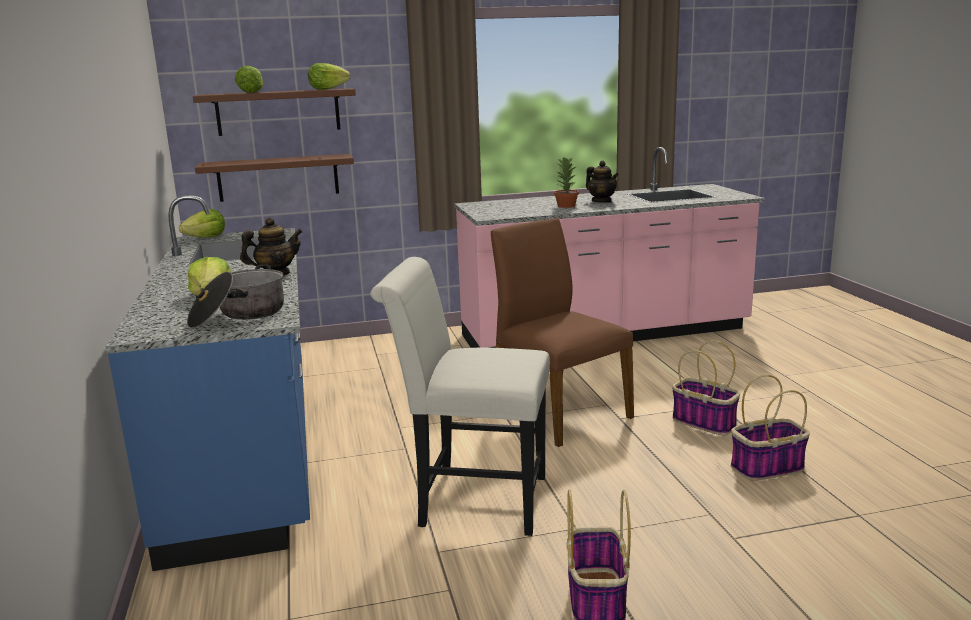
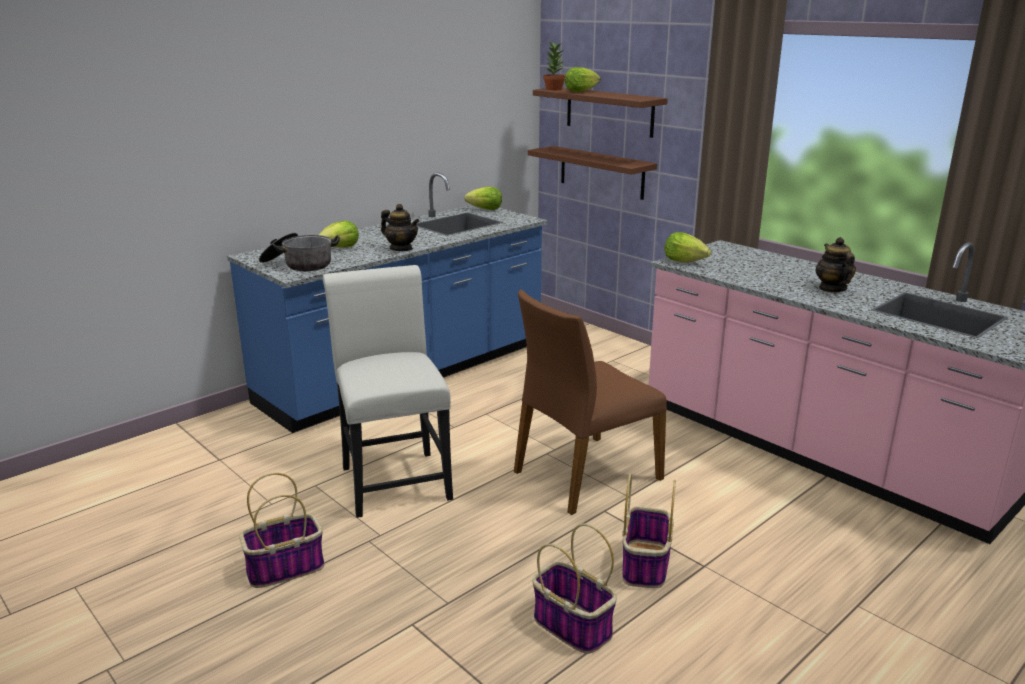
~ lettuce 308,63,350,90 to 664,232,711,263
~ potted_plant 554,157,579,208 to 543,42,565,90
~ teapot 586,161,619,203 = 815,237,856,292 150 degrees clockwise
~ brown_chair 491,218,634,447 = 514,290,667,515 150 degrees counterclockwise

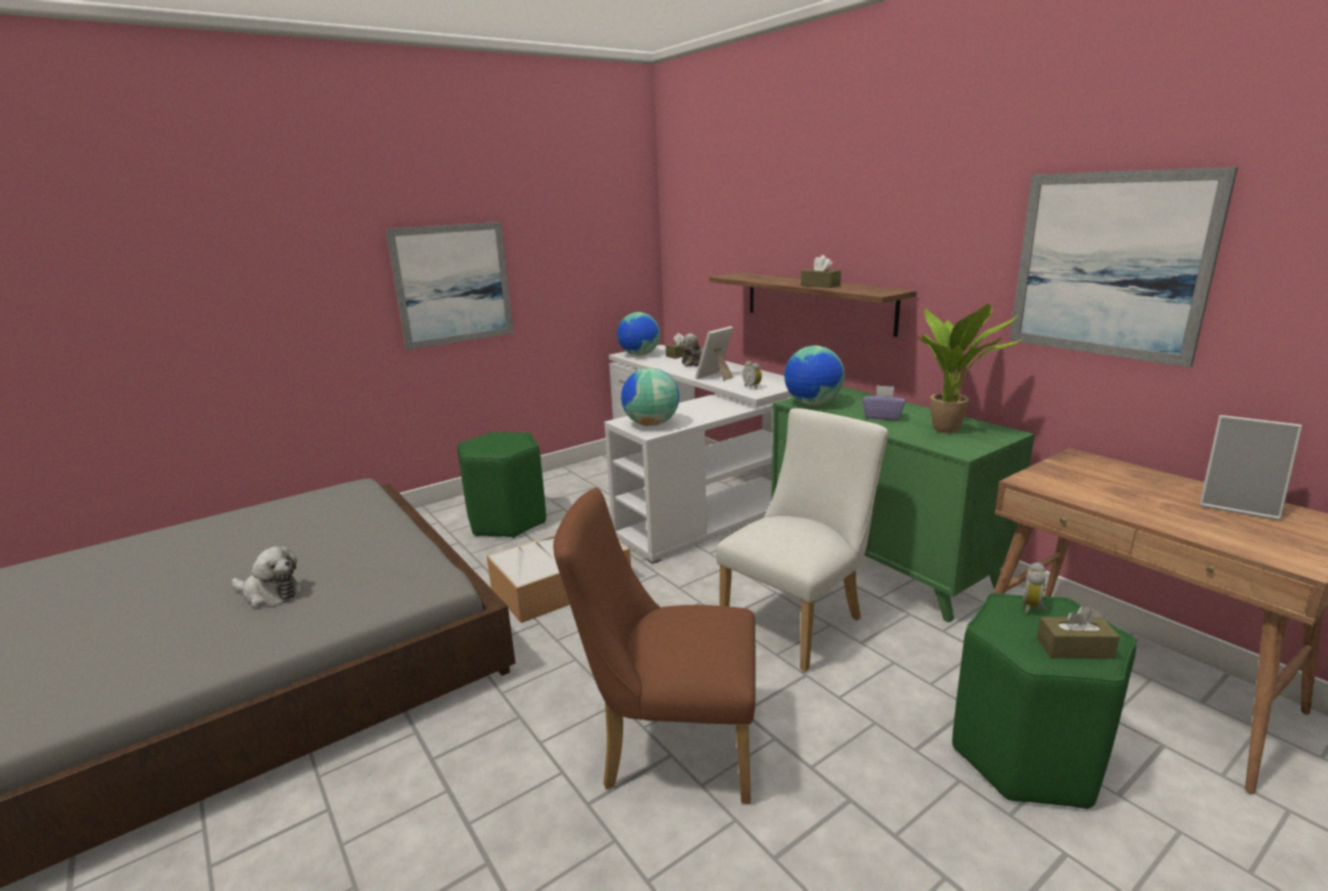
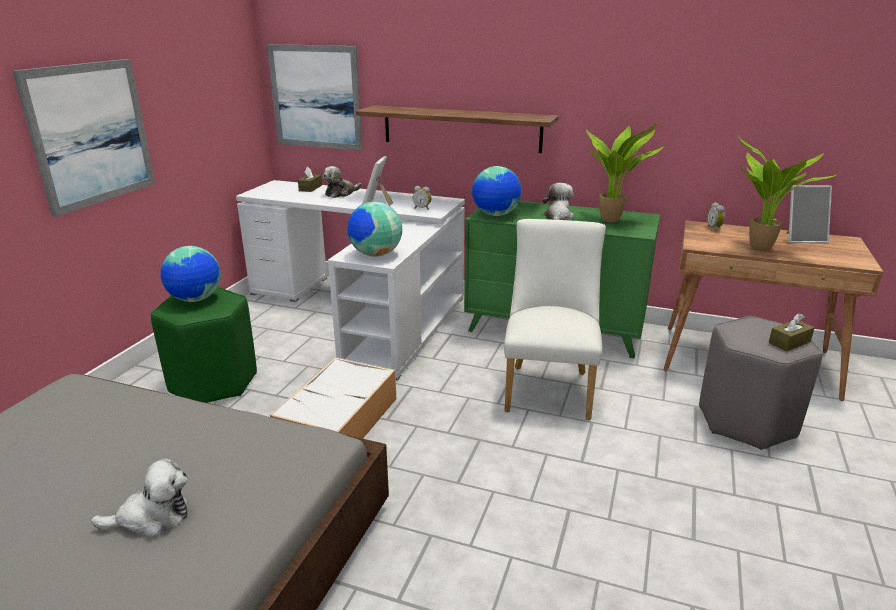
~ picture 1009,167,1238,368 to 267,44,363,151
- brown_tissue_box 801,255,841,288
~ globe 617,312,660,356 to 160,246,221,302
~ purple_tissue_box 862,385,905,420 to plush_toy 543,183,574,220
- brown_chair 553,488,756,804
~ alarm_clock 1023,562,1046,614 to 707,202,725,231
~ green_stool 952,593,1137,809 to grey_stool 699,316,823,450
+ potted_plant 738,136,836,251

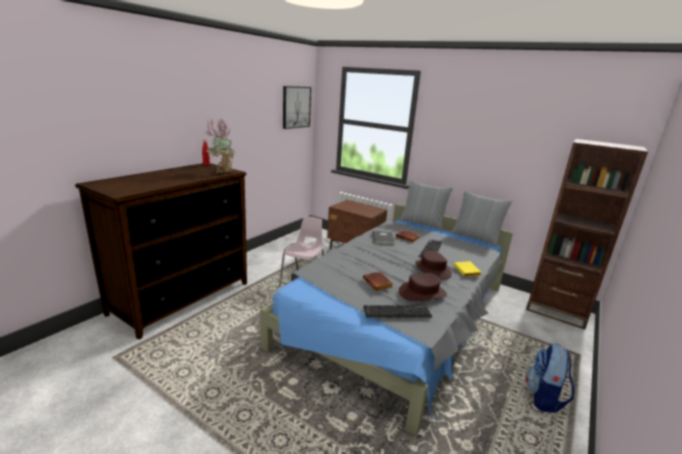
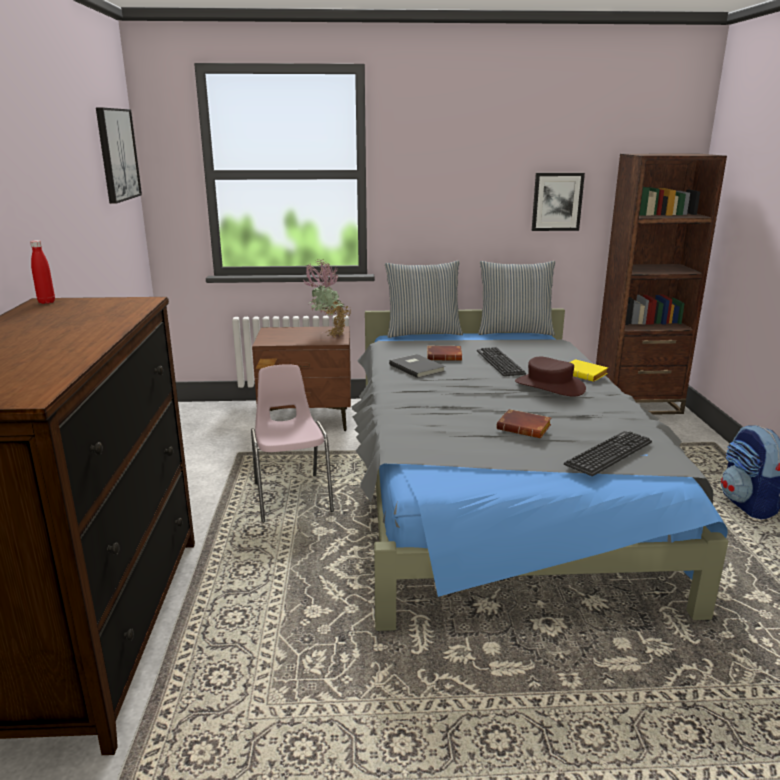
~ potted_plant 205,119,235,174 to 302,259,351,337
- brown_hat 399,273,447,301
+ picture 532,173,585,231

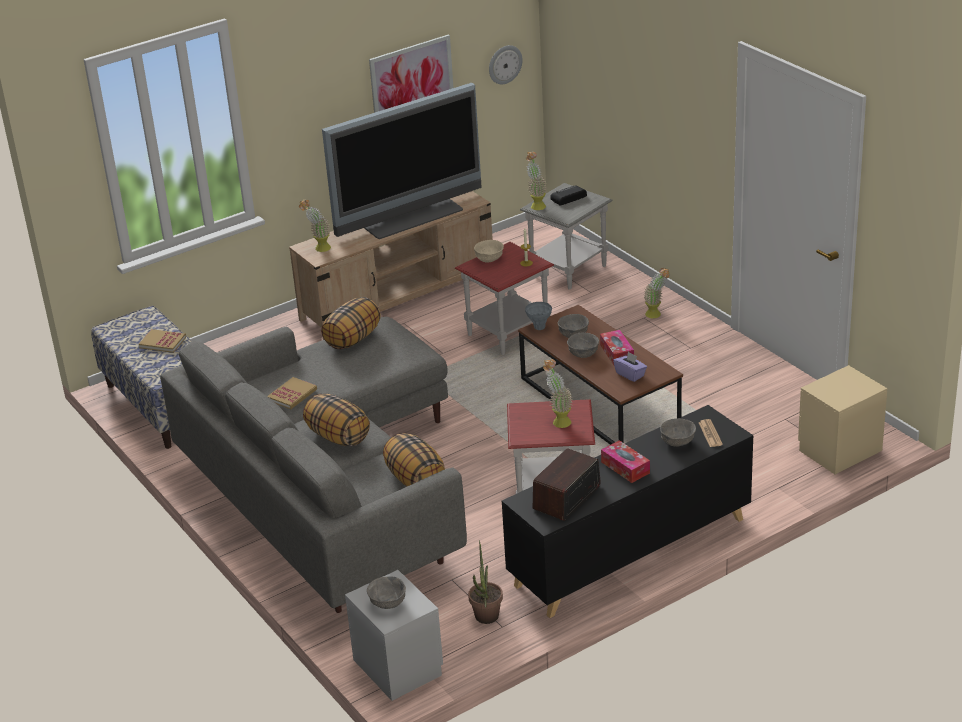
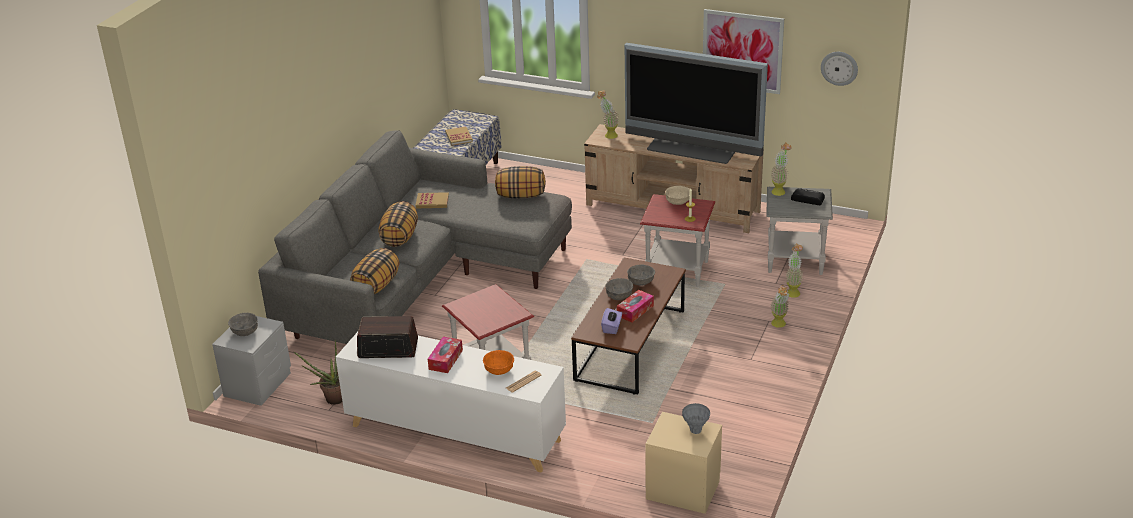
~ grey_vase 525,302,552,330 to 682,403,710,434
~ potted_plant 543,359,573,428 to 785,243,804,298
~ black_cabinet 502,405,753,618 to white_cabinet 336,332,566,473
~ grey_bowl 660,418,696,446 to orange_bowl 483,350,514,375

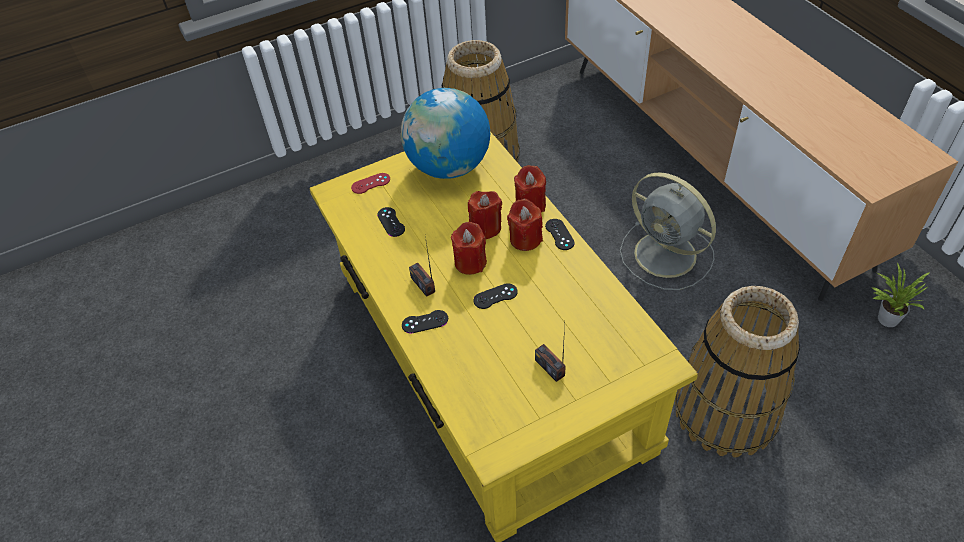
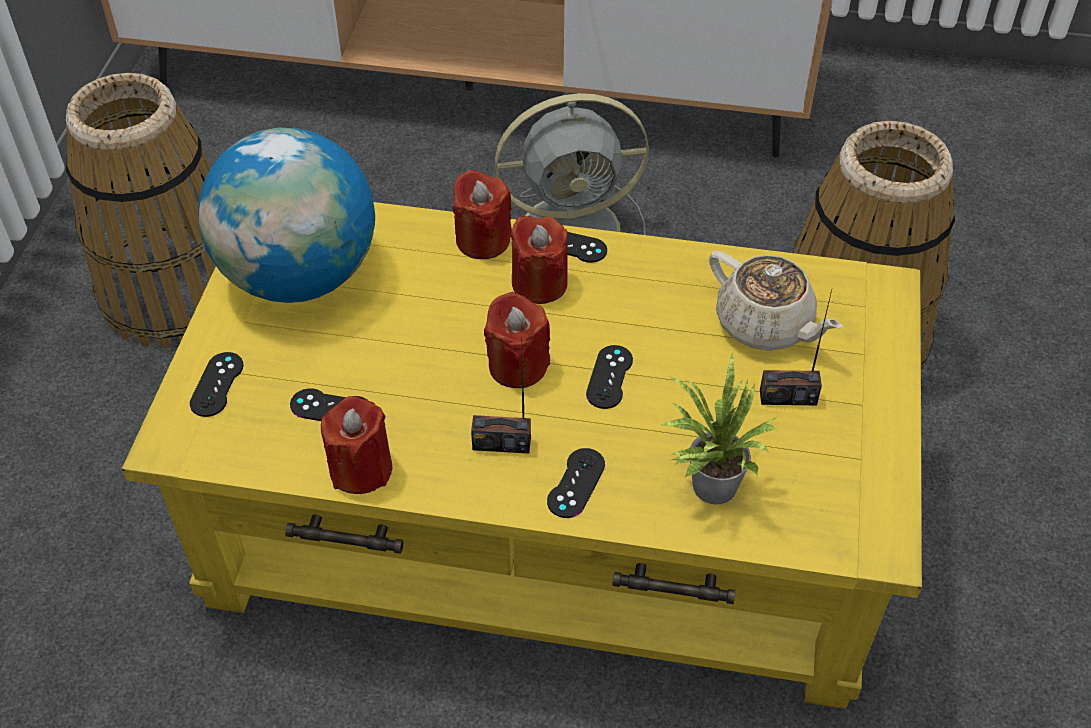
~ red_game_controller 351,173,390,194 to black_game_controller 190,352,244,417
~ red_candle 468,191,502,239 to 321,396,392,494
~ potted_plant 871,263,930,327 to 661,353,778,504
+ beige_teapot 709,250,843,351

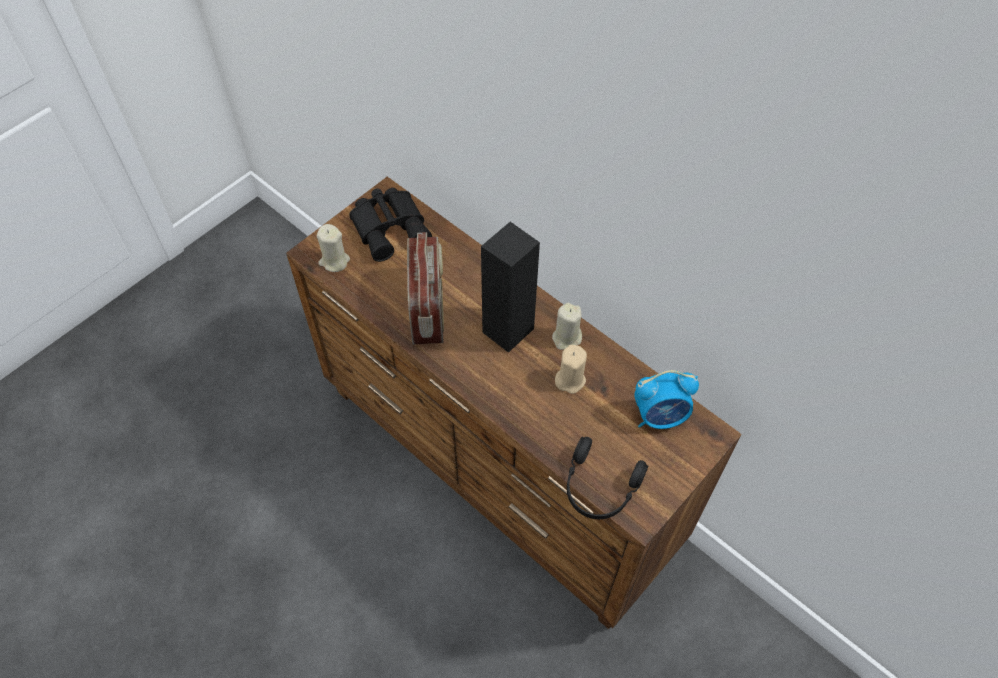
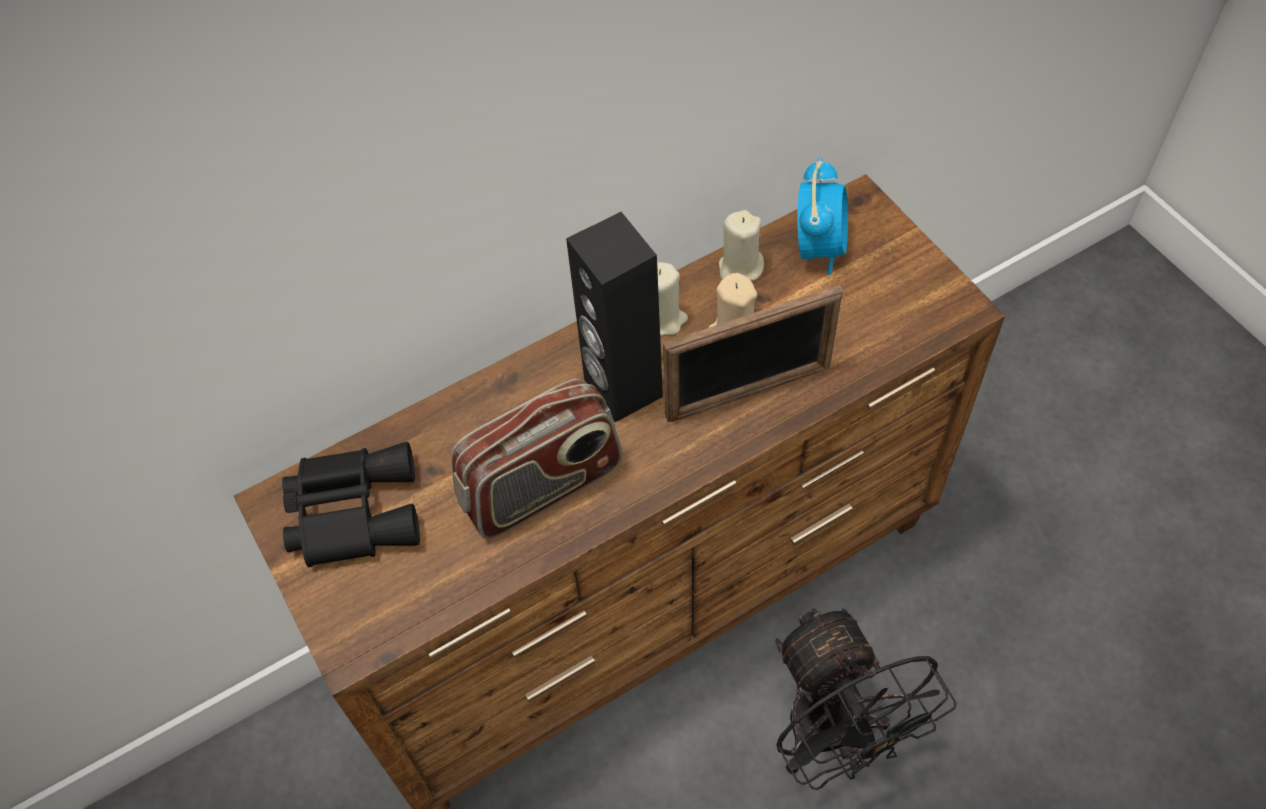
~ beige_candle 317,224,350,272 to 719,210,764,281
~ radio 407,232,444,345 = 451,378,622,539 135 degrees clockwise
- black_headphones 567,437,648,519
+ picture_frame 663,285,843,422
+ black_fan 776,608,957,790

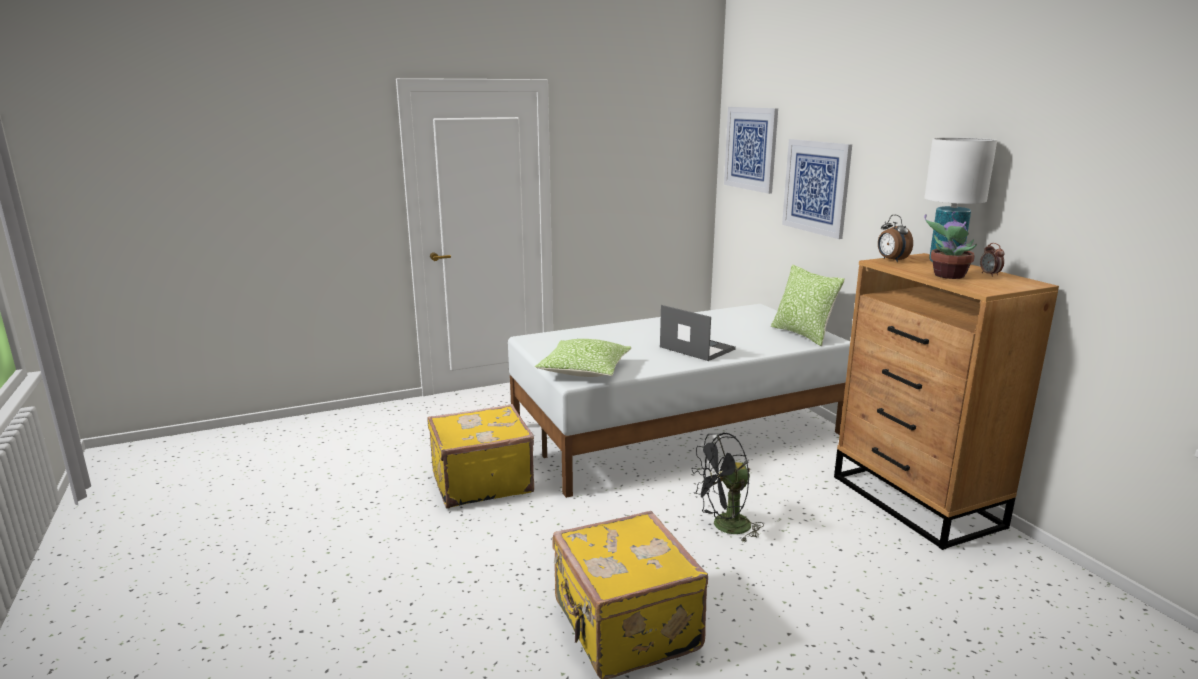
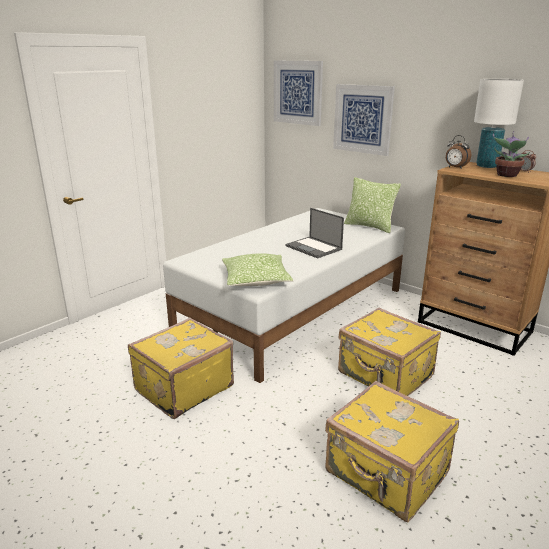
~ laptop 660,305,736,361 = 286,208,344,258 150 degrees counterclockwise
~ black_fan 691,433,764,542 to yellow_suitcase 338,307,441,396

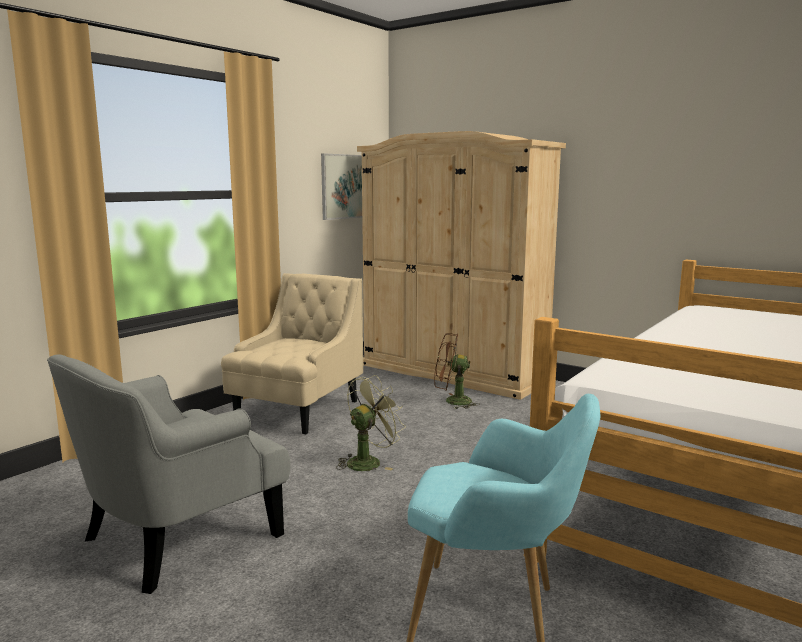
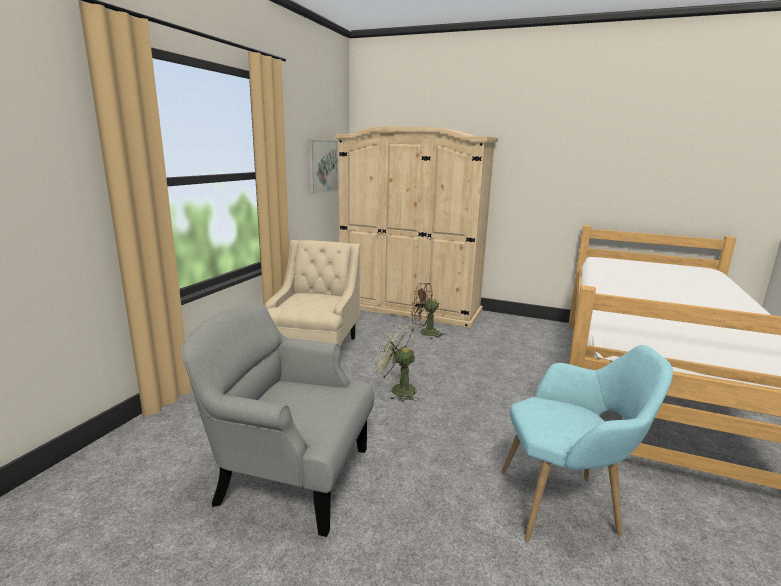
~ grey_armchair 47,354,291,594 = 181,304,374,537 75 degrees clockwise
~ green_fan 336,375,406,471 = 373,324,419,402 90 degrees counterclockwise

